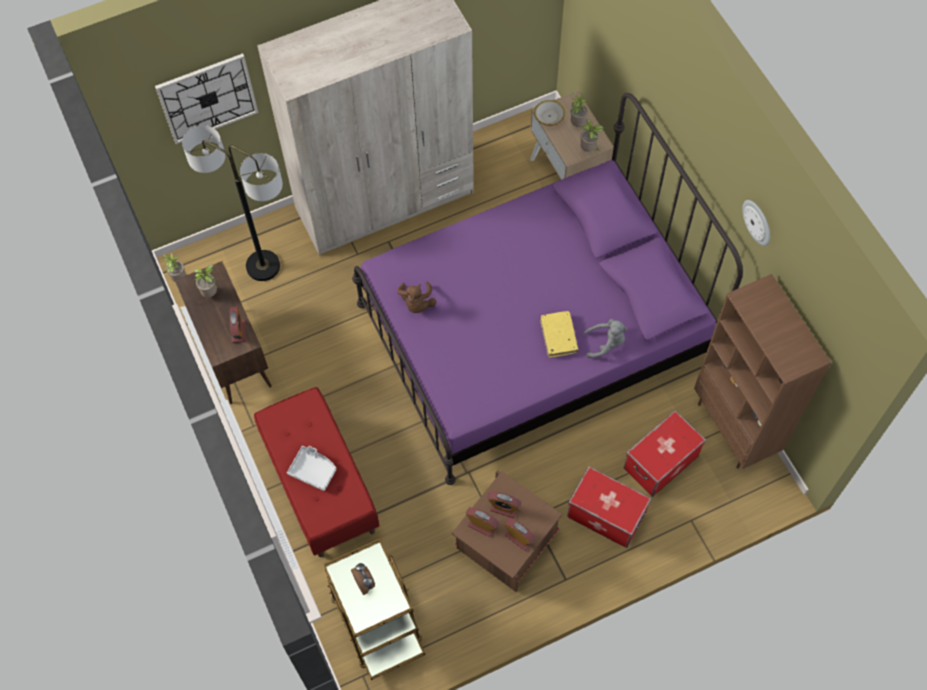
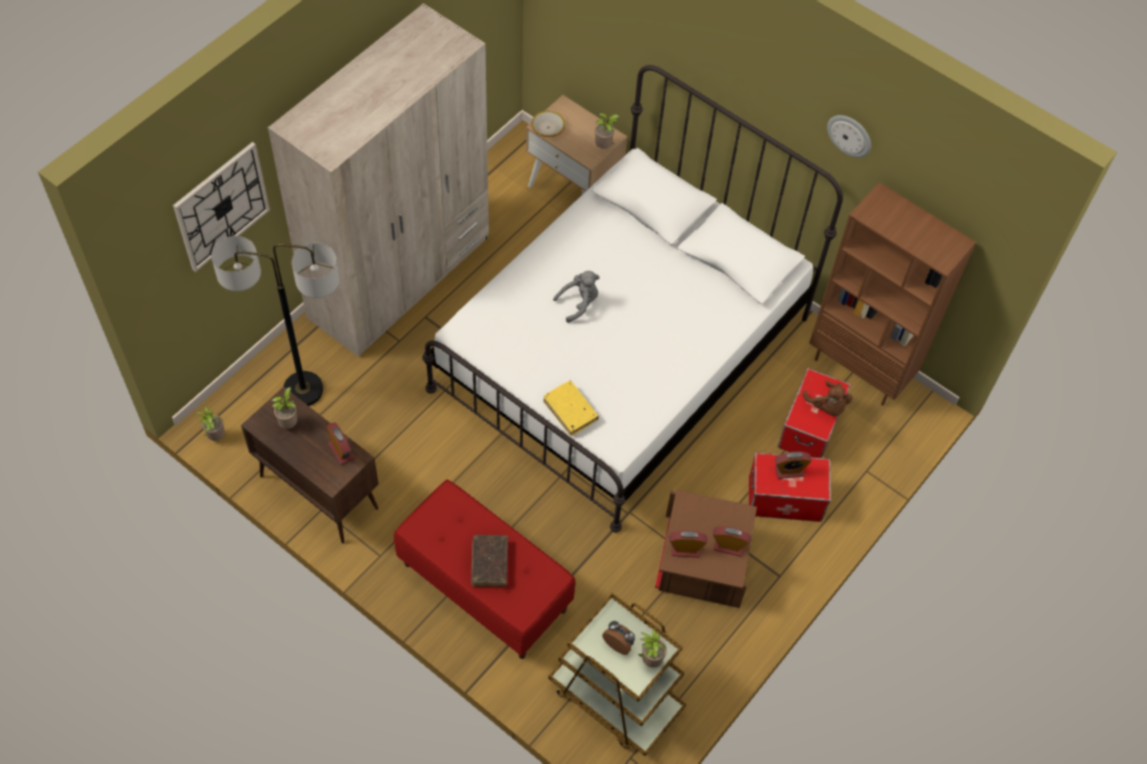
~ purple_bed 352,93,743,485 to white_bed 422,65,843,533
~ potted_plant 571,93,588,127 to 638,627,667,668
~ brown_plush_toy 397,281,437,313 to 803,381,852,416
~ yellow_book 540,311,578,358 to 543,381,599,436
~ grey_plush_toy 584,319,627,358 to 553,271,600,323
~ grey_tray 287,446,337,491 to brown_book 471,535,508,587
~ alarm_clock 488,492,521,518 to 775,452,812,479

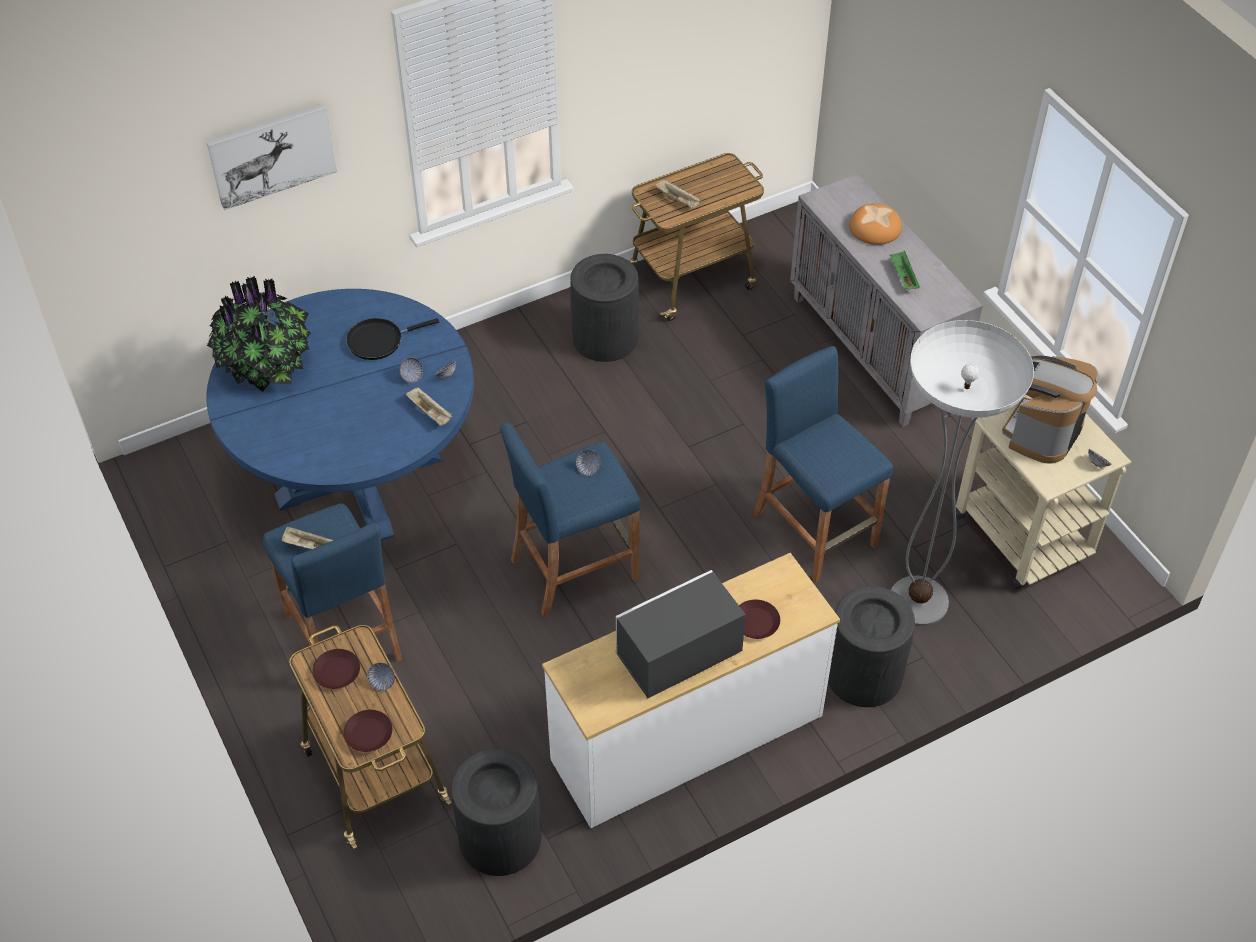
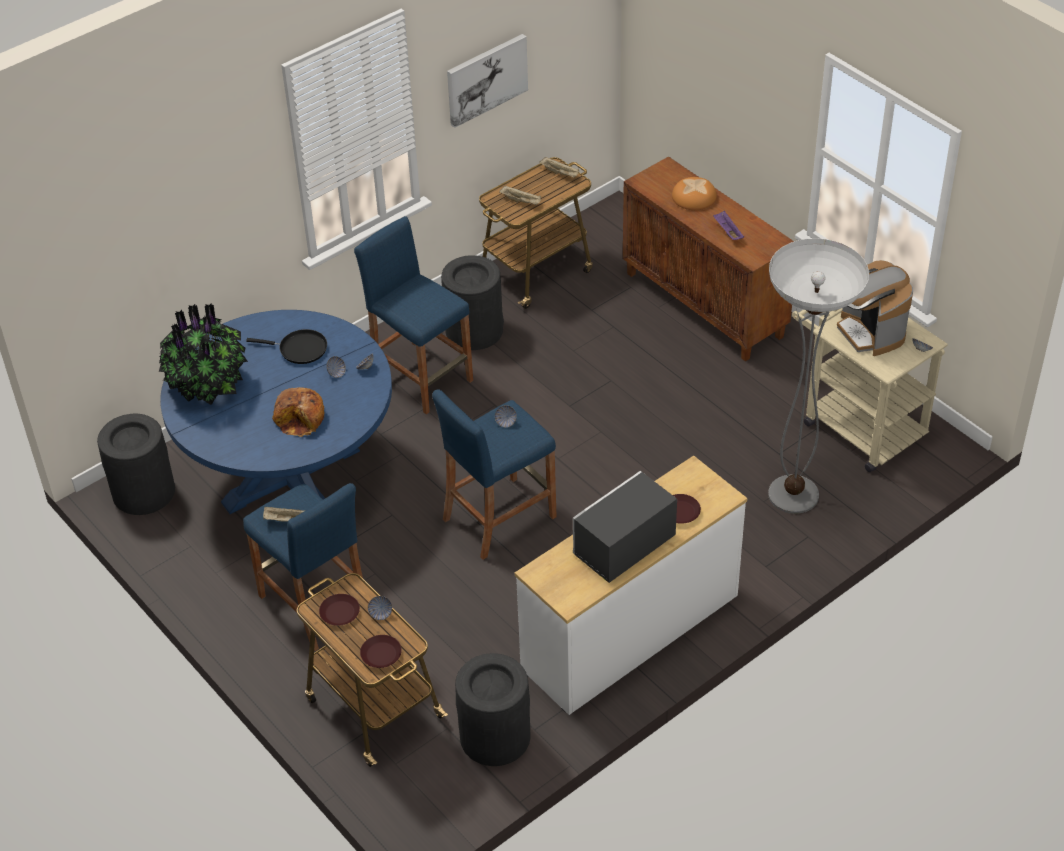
~ picture 206,103,337,210 to 447,34,528,128
~ grey_cabinet 790,173,983,427 to brown_cabinet 623,156,794,362
~ green_tray 890,251,920,289 to purple_tray 713,210,744,240
~ black_frying_pan 346,318,439,360 = 246,329,327,364 135 degrees counterclockwise
~ blue_stool 753,346,893,582 to 354,216,473,414
~ coffee_machine 1002,356,1099,464 = 837,260,913,356 45 degrees counterclockwise
~ beige_tray 406,387,452,426 to 539,157,580,178
~ black_trash_can 828,586,915,707 to 97,414,175,515
+ bread 272,387,325,437

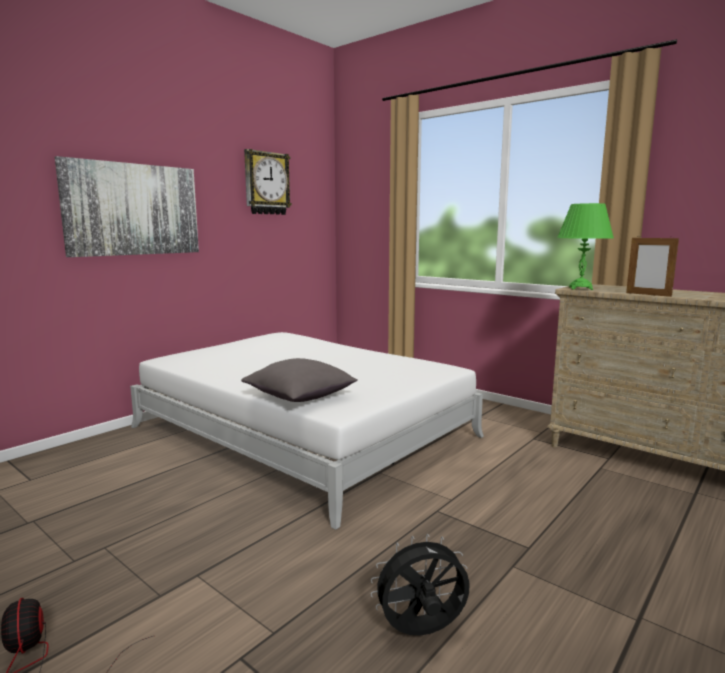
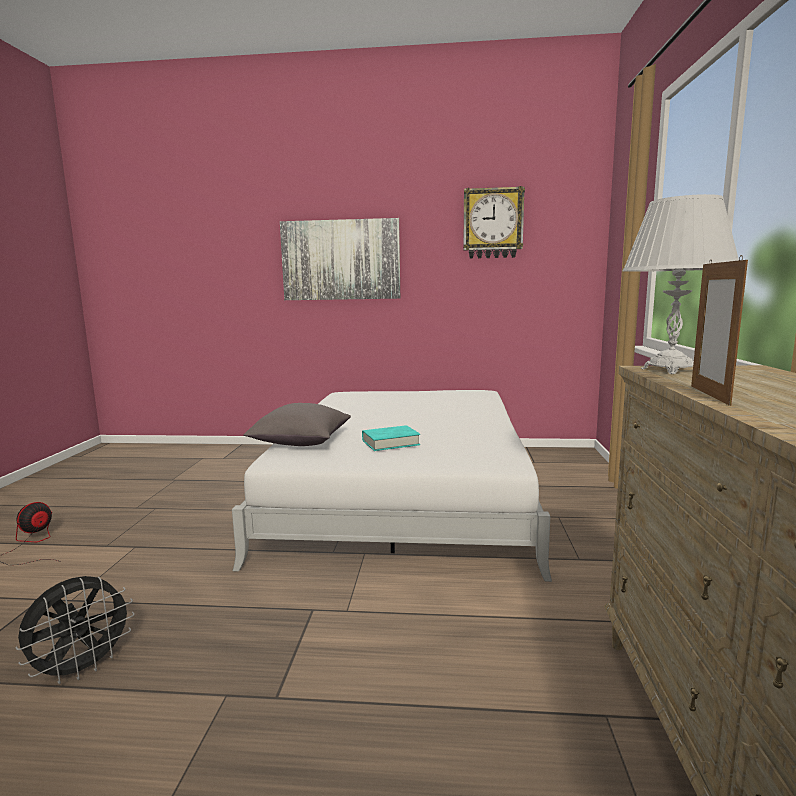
~ green_table_lamp 557,203,614,290 to white_table_lamp 622,194,739,374
~ black_fan 371,534,470,636 = 15,576,135,684 90 degrees clockwise
+ turquoise_book 362,425,420,451

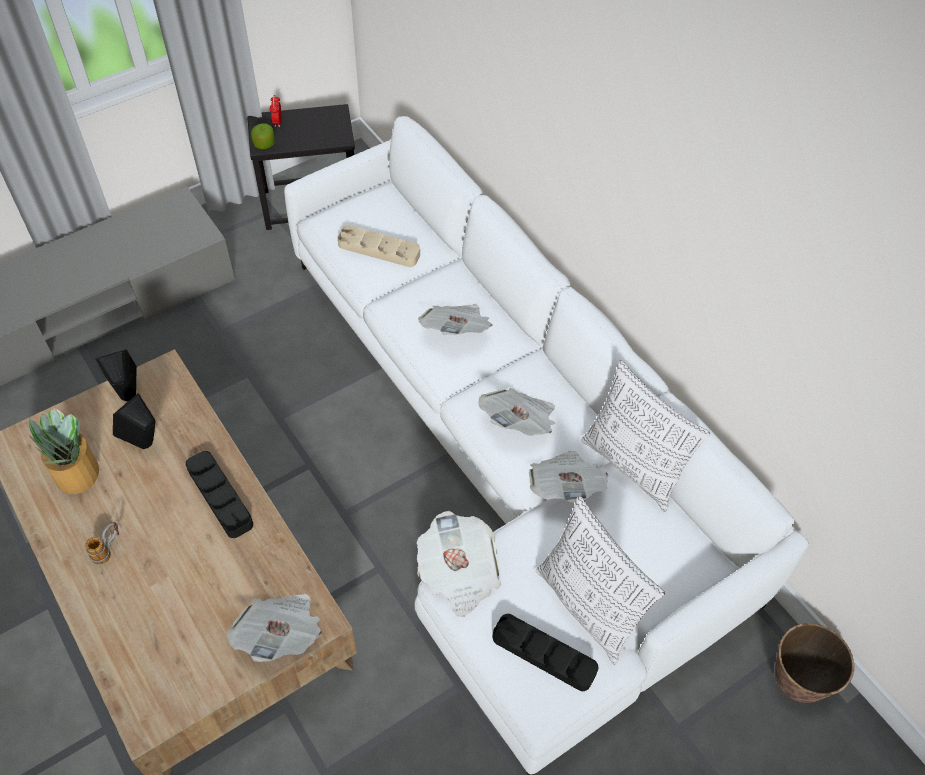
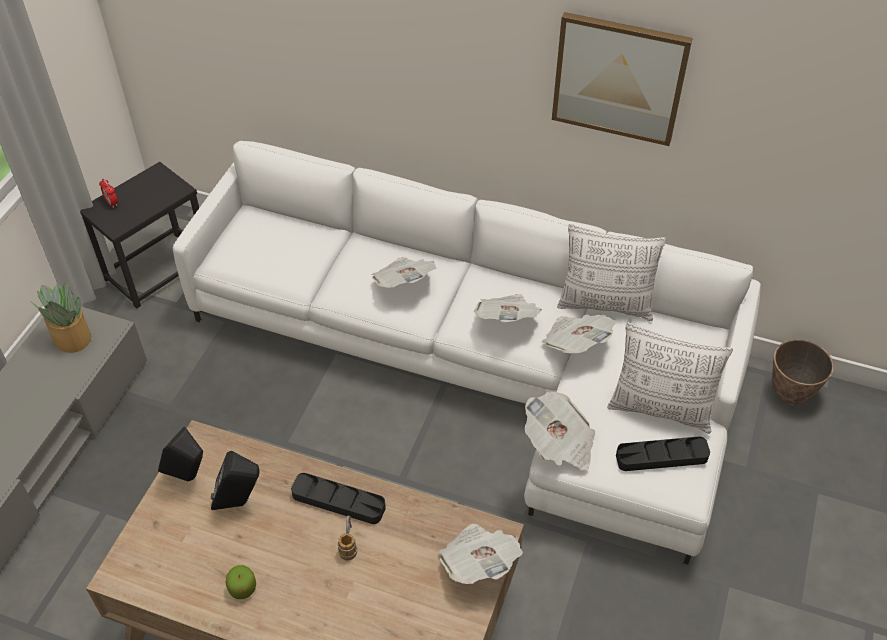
~ apple 251,123,275,149 to 226,565,256,599
- beige_tray 337,225,420,267
~ potted_plant 29,408,99,494 to 30,282,91,353
~ mug 85,522,119,565 to 338,515,357,560
+ picture 552,12,693,146

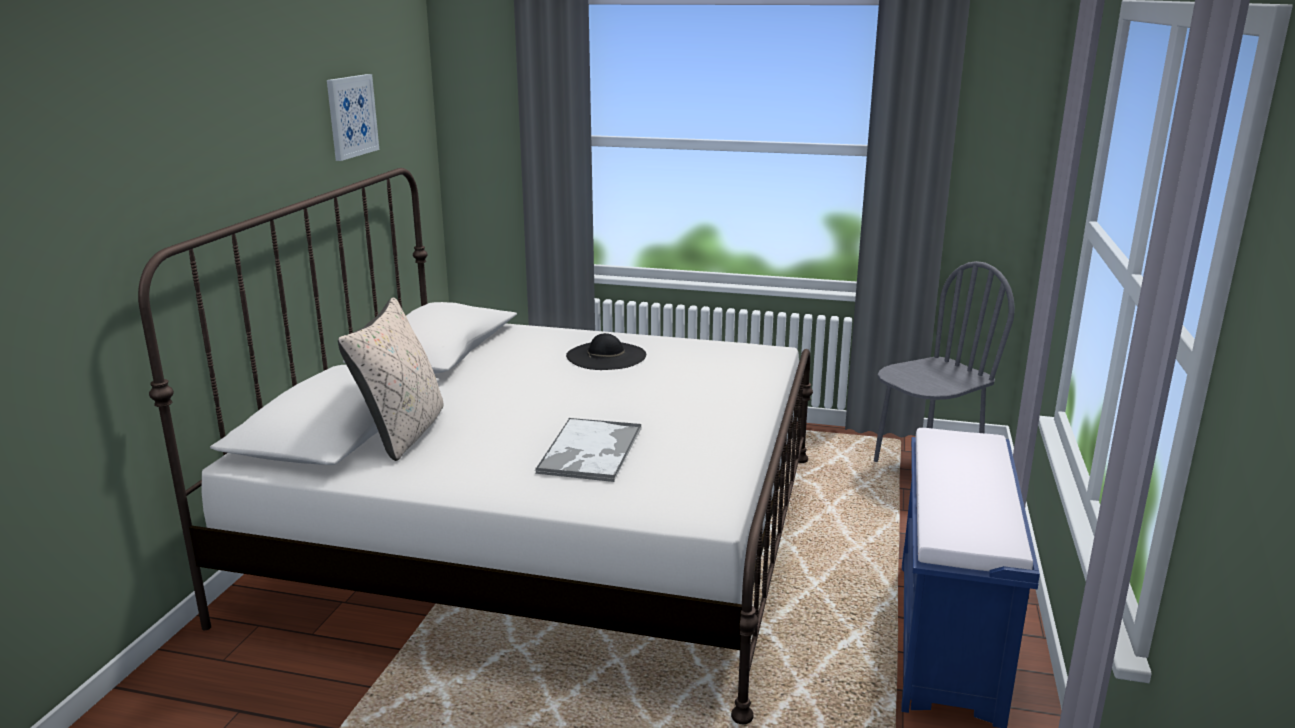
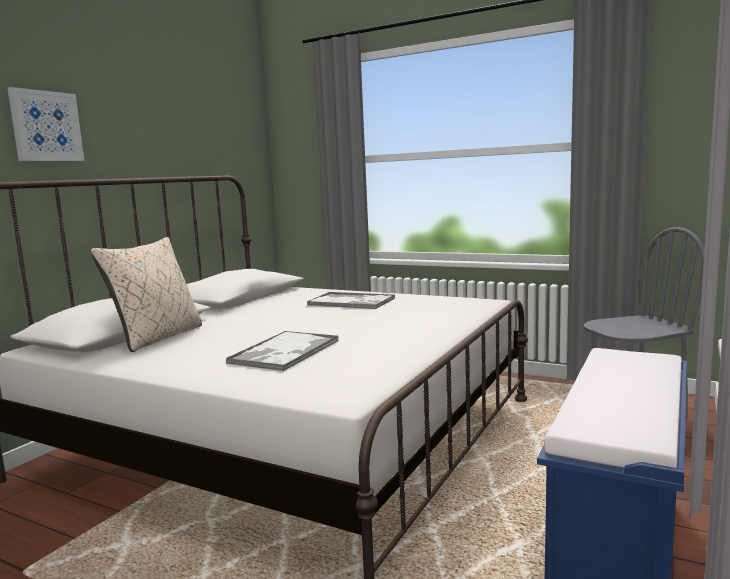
~ picture 327,74,379,161 to 7,87,84,161
~ black_hat 566,333,646,370 to tray 307,292,395,309

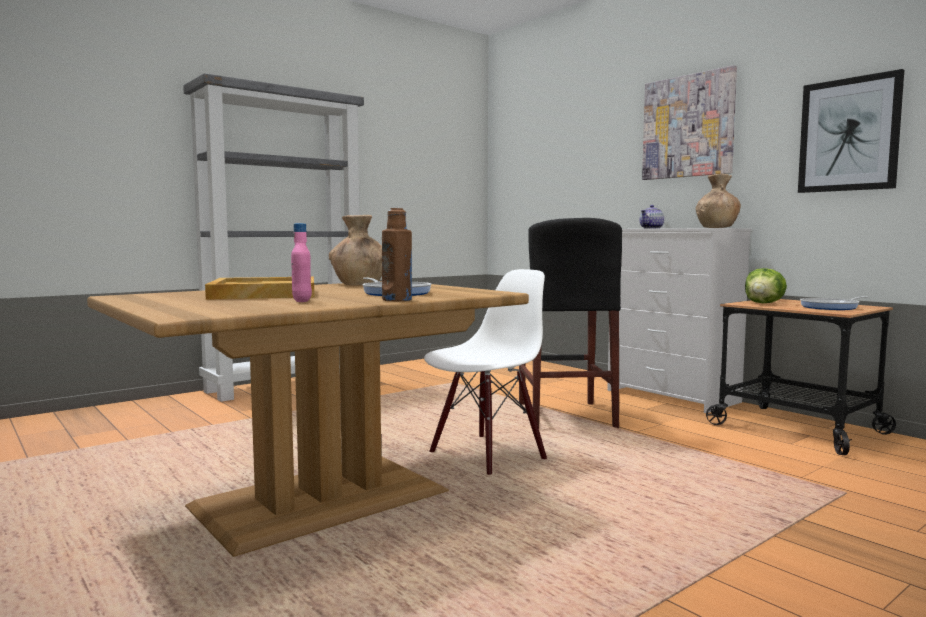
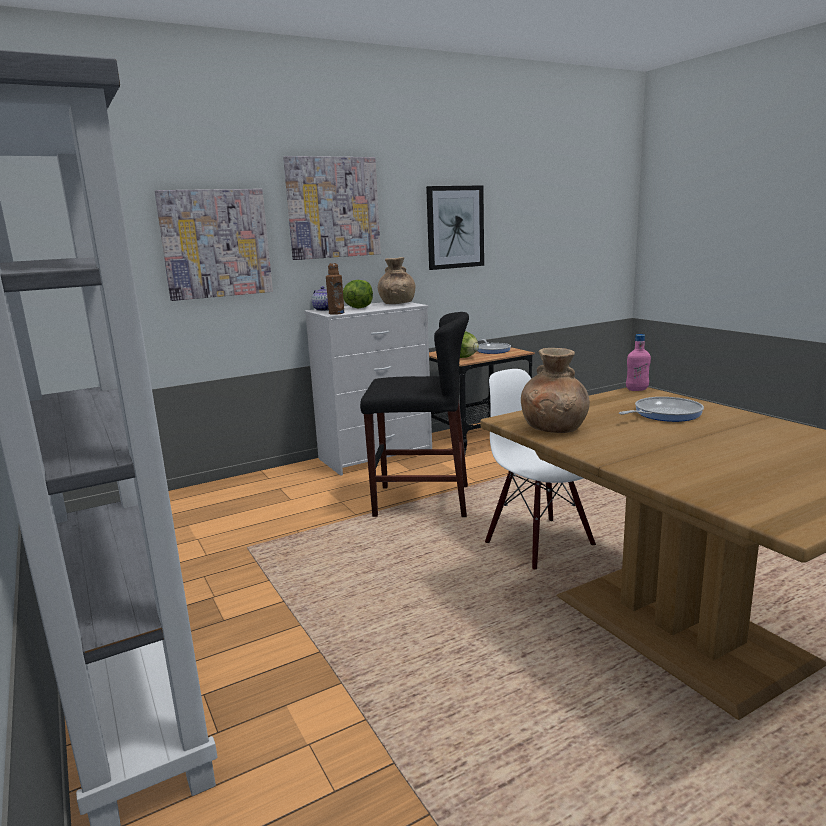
~ brown_bottle 382,208,412,301 to 326,263,344,315
~ pink_bottle 291,223,312,302 to 626,334,651,391
- beige_tray 205,277,314,300
+ picture 154,189,273,301
+ lettuce 343,280,373,308

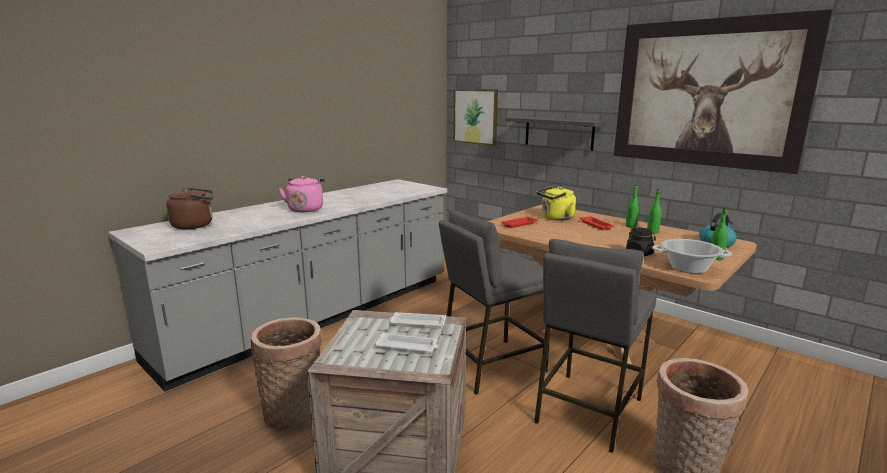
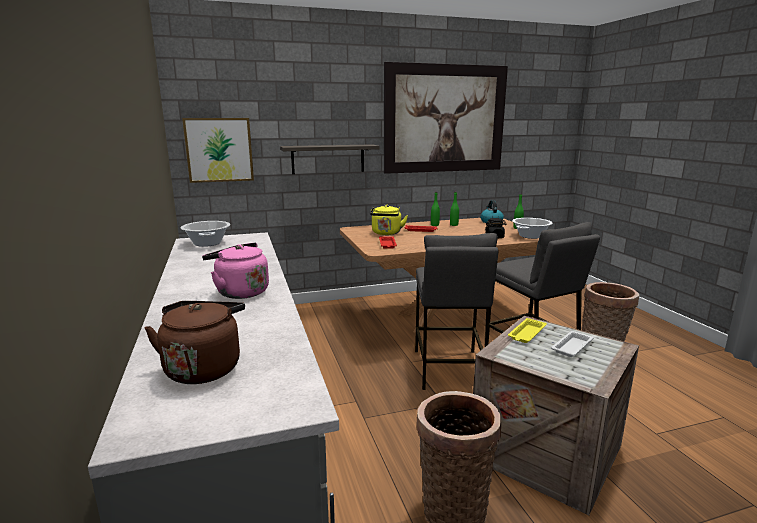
~ white_tray 389,312,446,329 to yellow_tray 508,318,547,343
+ cooking_pot 181,221,230,247

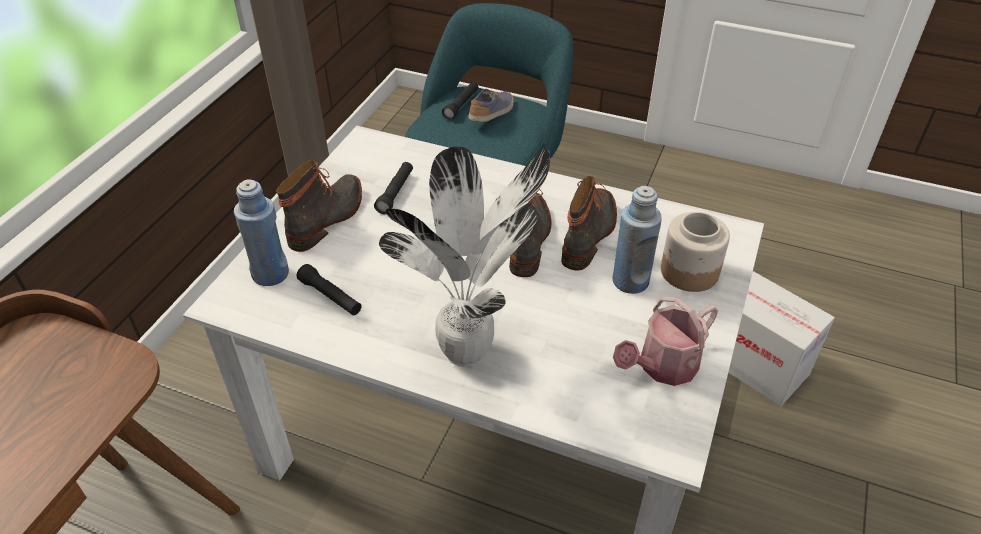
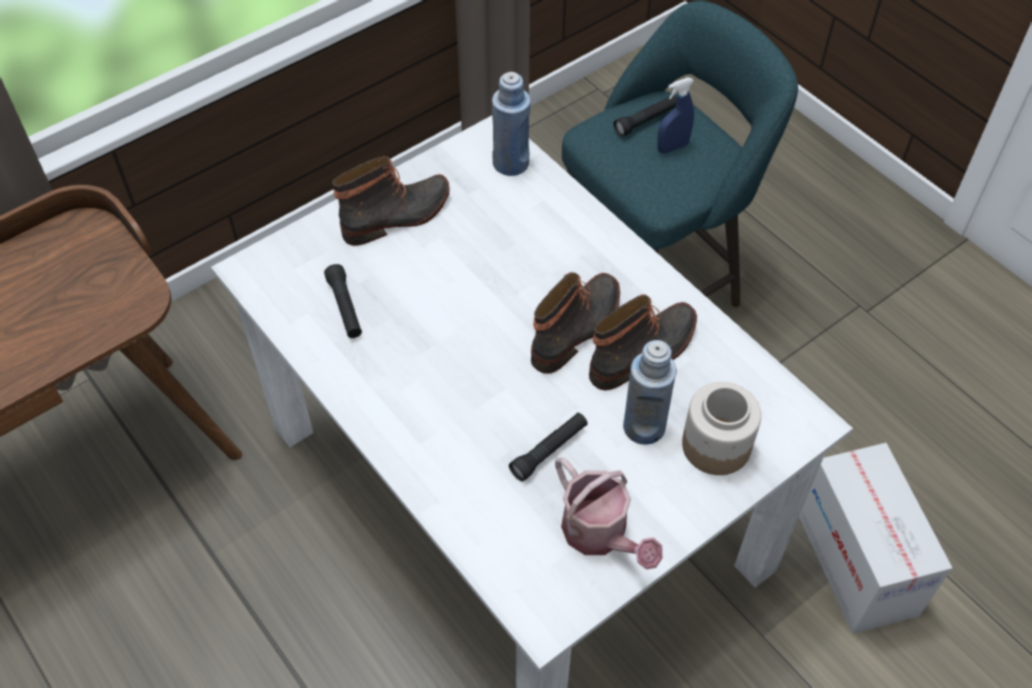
~ shoe 469,89,514,122 to blue_spray_bottle 657,78,694,153
- potted_plant 379,147,550,367
~ black_flashlight 374,162,413,214 to 509,413,588,482
~ blue_bottle 234,179,289,286 to 492,72,531,176
~ watering_can 613,297,718,386 = 555,458,662,570 120 degrees counterclockwise

